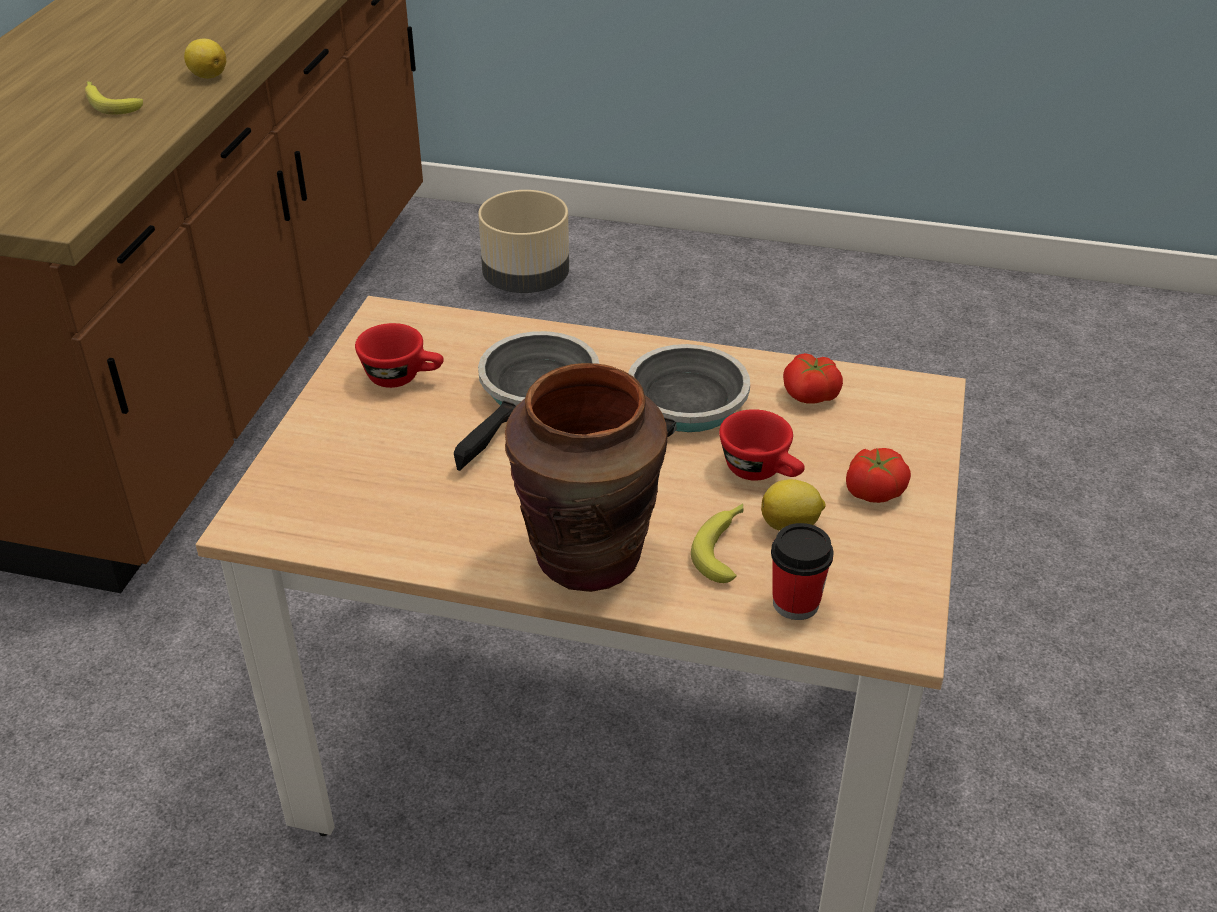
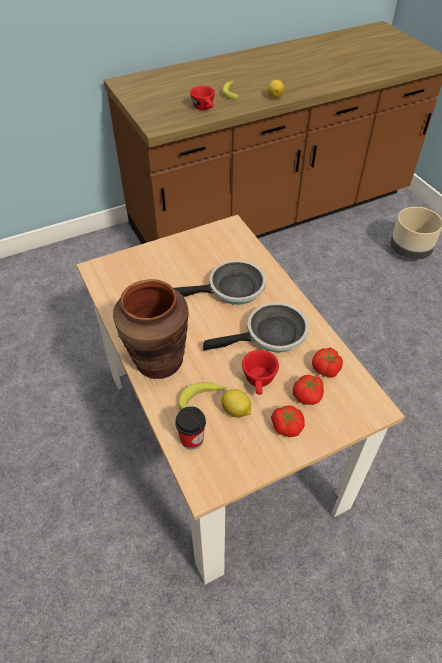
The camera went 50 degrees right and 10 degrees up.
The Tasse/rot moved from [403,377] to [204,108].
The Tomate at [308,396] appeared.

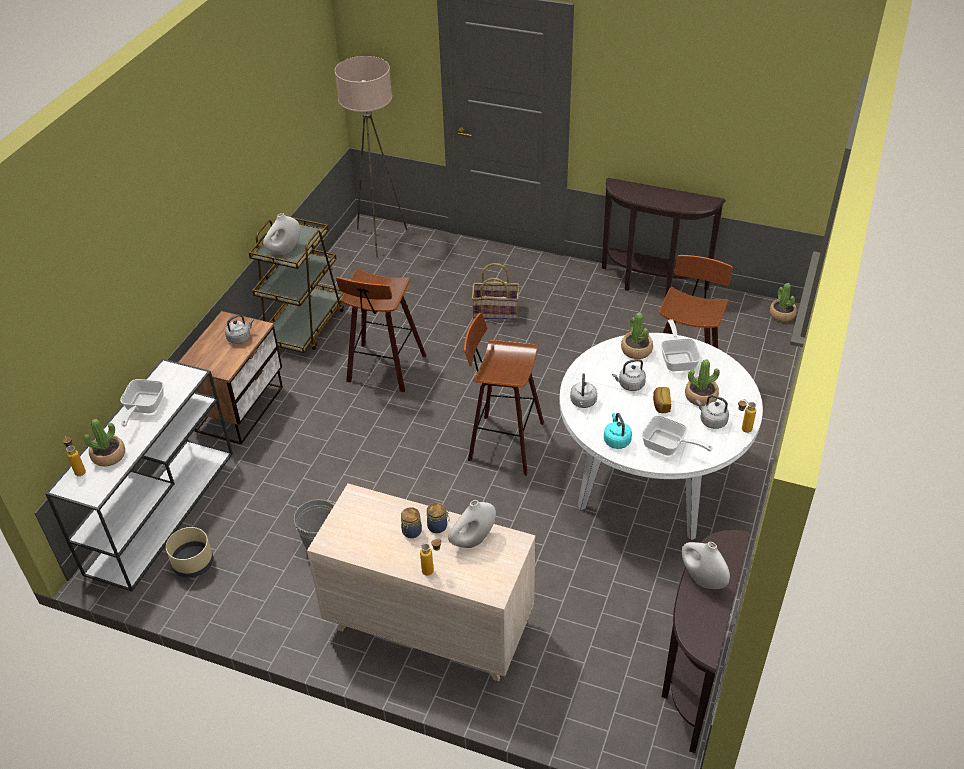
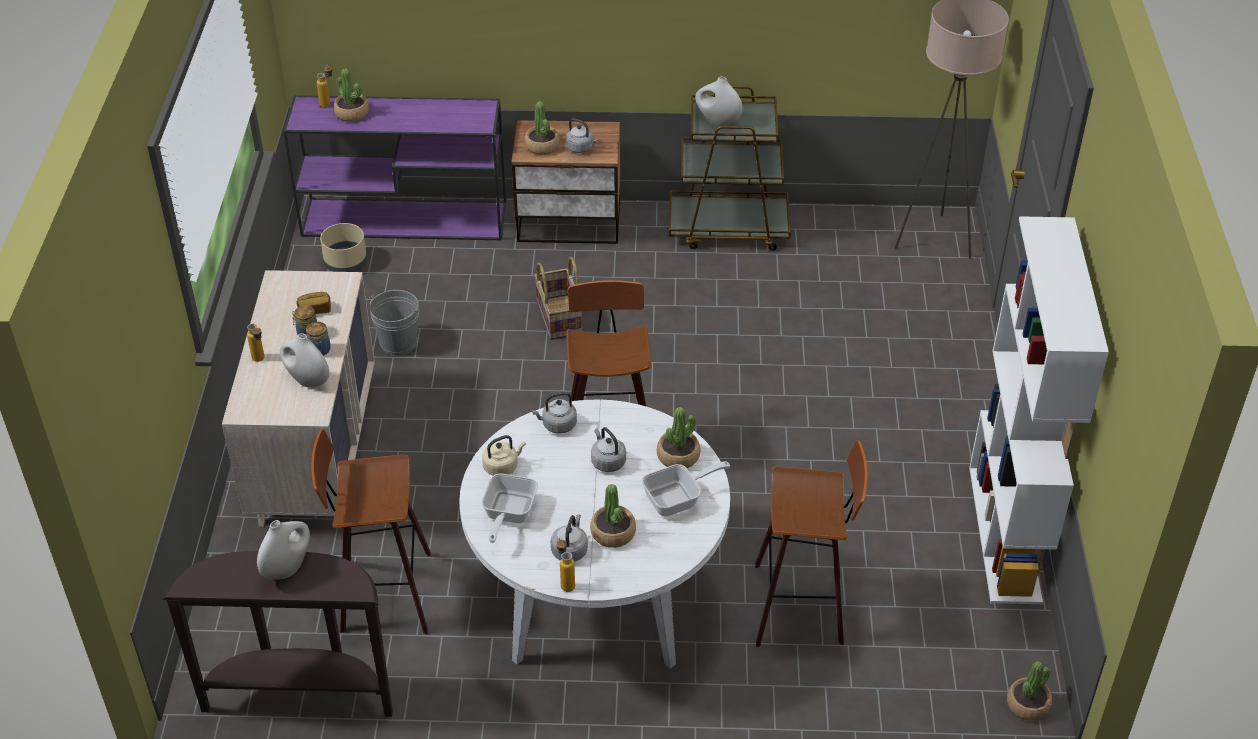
The camera went 70 degrees right and 0 degrees up.
The Konsolentisch/weiß at [162,509] became the Konsolentisch/lila at [406,219].
The Brot moved from [661,405] to [315,310].
The Hocker moved from [384,370] to [382,594].
The Wasserkessel/türkis at [616,440] became the Wasserkessel/beige at [502,466].
The Topfpflanze at [542,146] appeared.
The Korb moved from [496,311] to [560,318].
The Konsolentisch/braun at [651,285] was replaced by the Bücherregal/weiß at [1005,534].
The Pfanne at [143,408] disappeared.

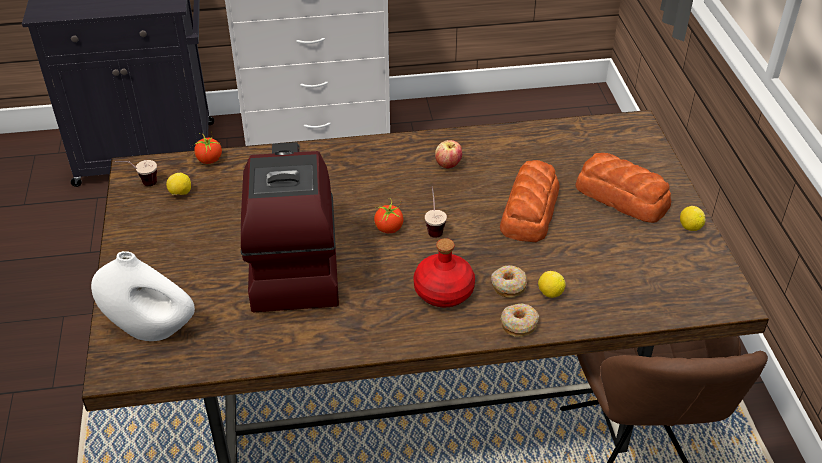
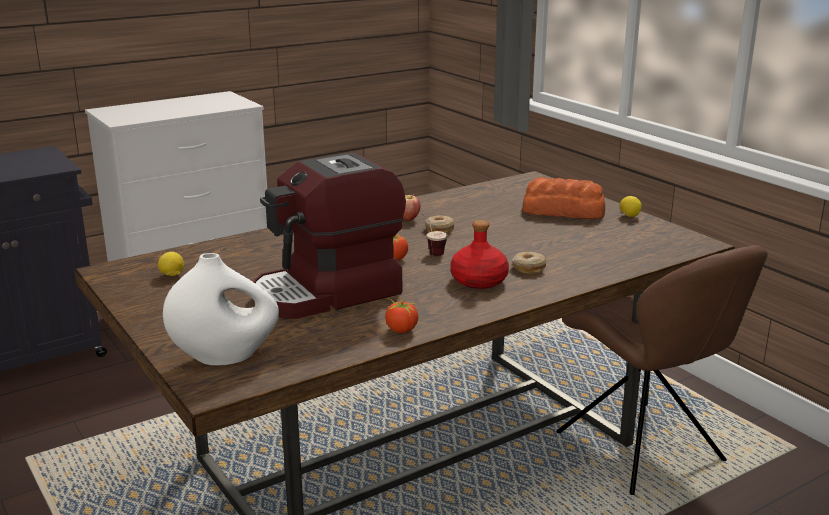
The camera went 25 degrees left and 20 degrees down.
The Kaffeemaschine at [292,264] turned 90 degrees counterclockwise.
The Tomate moved from [209,160] to [401,330].
The Donut moved from [518,324] to [439,229].
The Tasse at [141,184] disappeared.
The Brot at [529,211] disappeared.
The Zitrone at [550,293] disappeared.

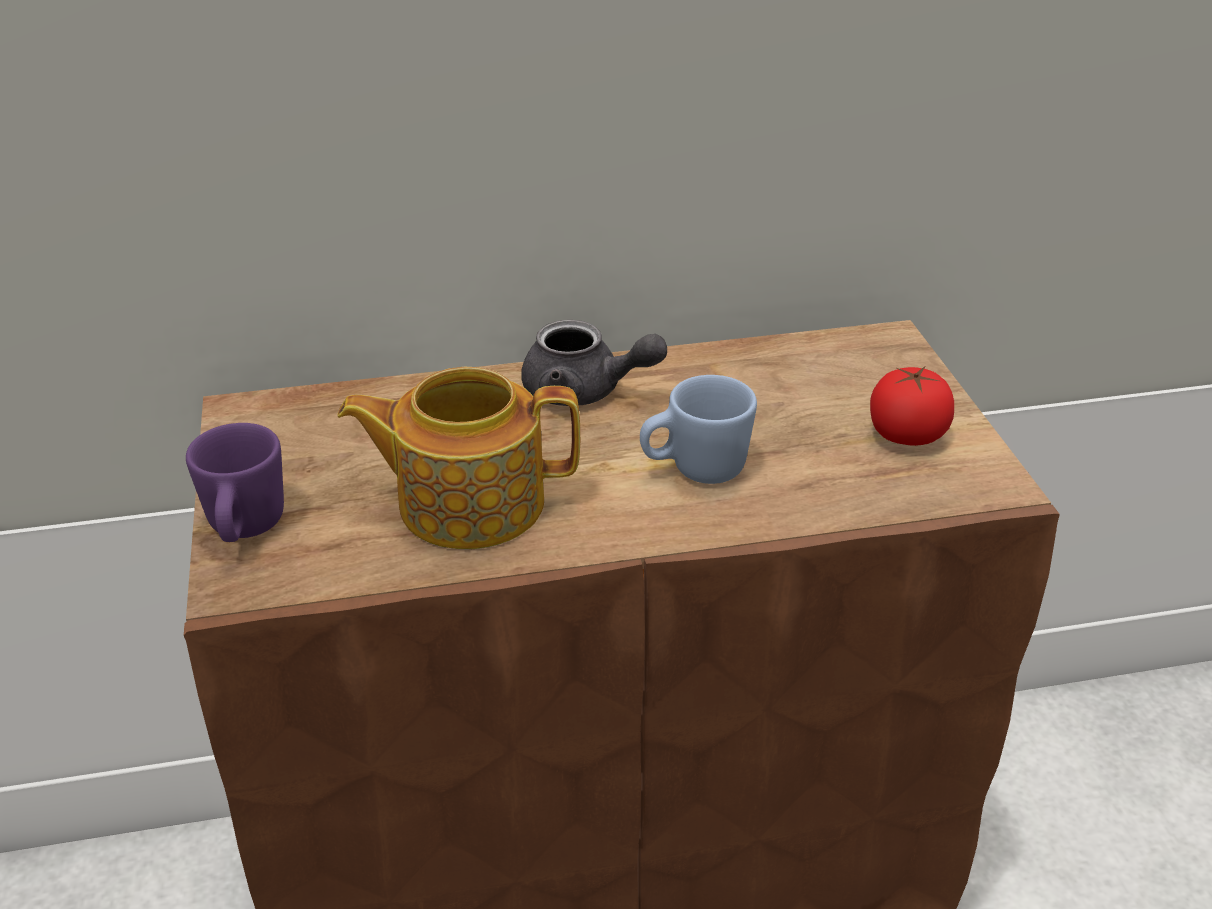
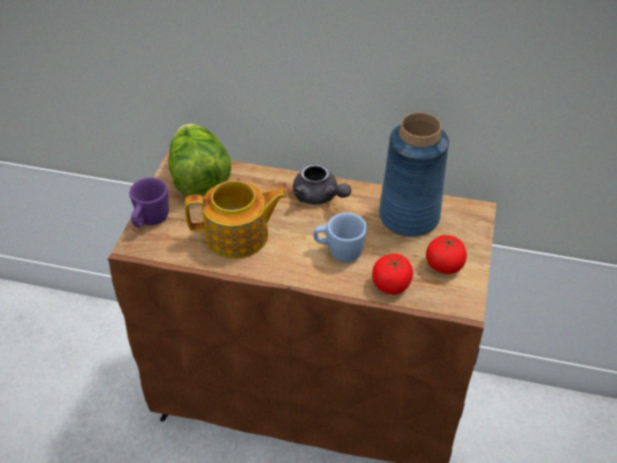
The camera went 25 degrees right and 10 degrees up.
The Salatkopf at [199,179] appeared.
The Teekanne at [468,502] turned 150 degrees clockwise.
The Tomate at [391,285] appeared.
The Vase/blau at [409,217] appeared.

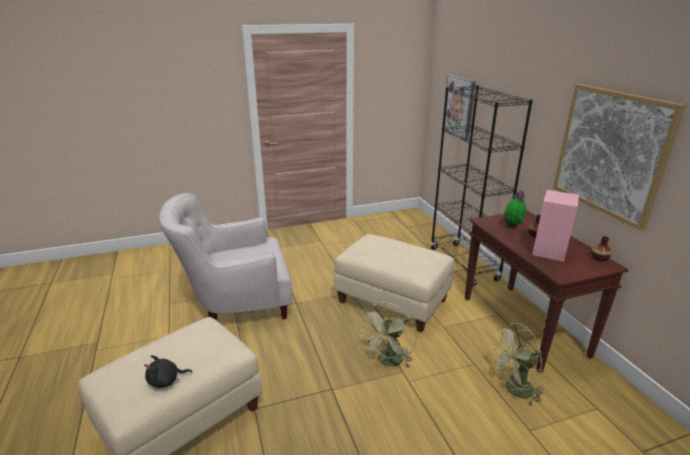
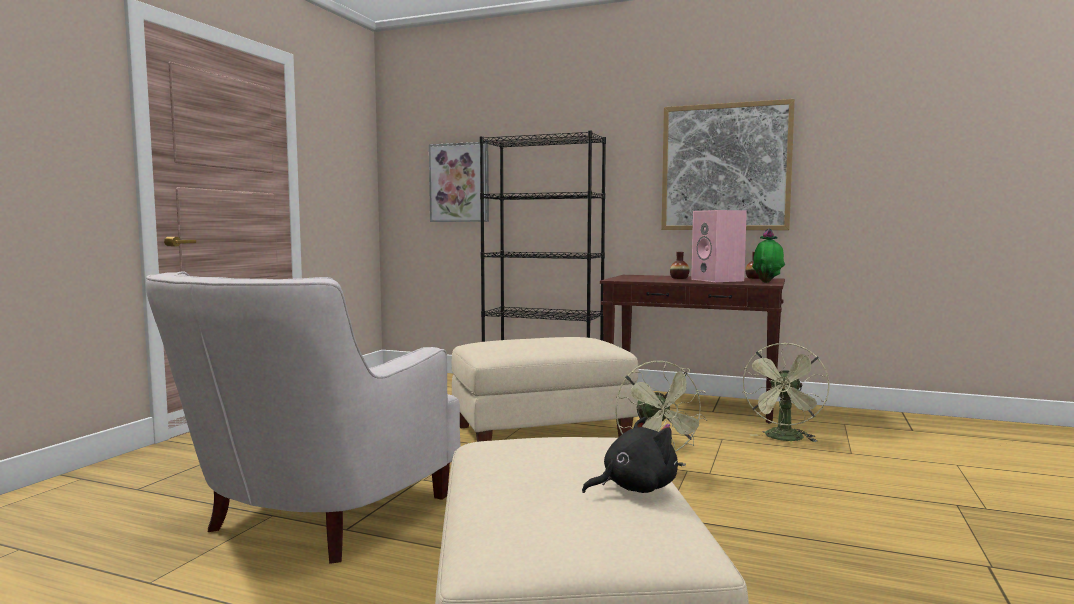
The camera went 50 degrees left and 20 degrees down.
The Plüschtier/schwarz at [166,381] turned 135 degrees counterclockwise.
The Topfpflanze moved from [512,227] to [767,282].

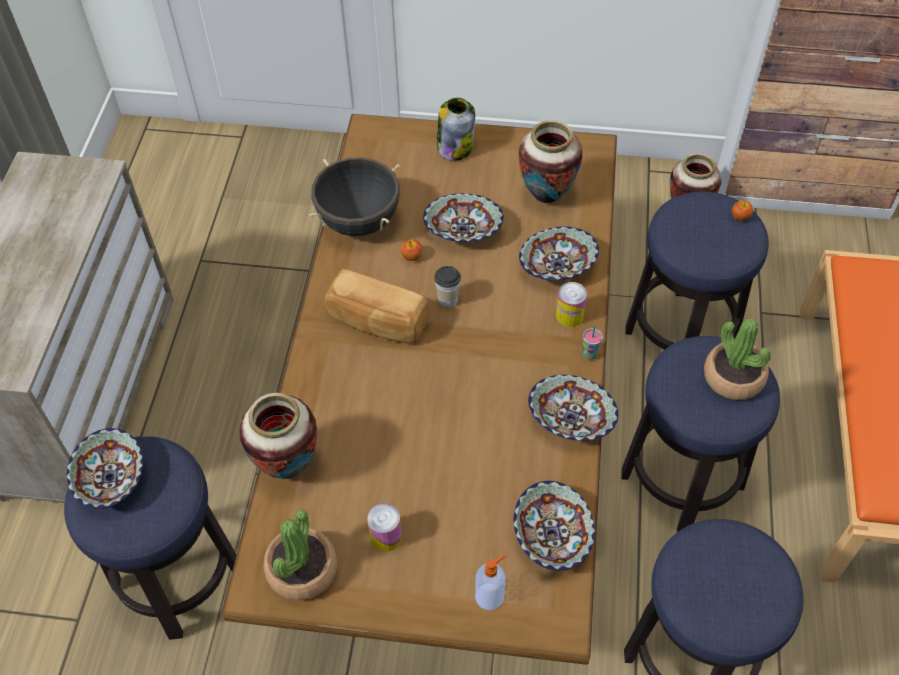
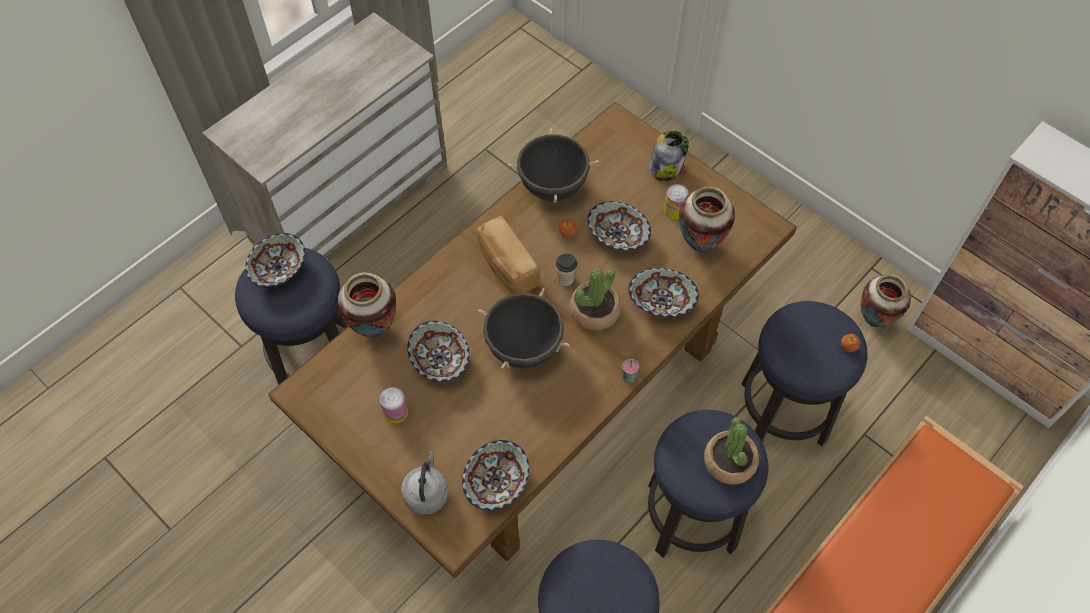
The camera went 35 degrees right and 5 degrees up.
The Seifenspender at [490,596] was replaced by the Wasserkessel/grau at [426,493].
The Schüssel moved from [570,421] to [439,360].
The Kochtopf/schwarz at [524,348] appeared.
The Topfpflanze moved from [302,569] to [594,311].
The Dose moved from [569,315] to [674,210].

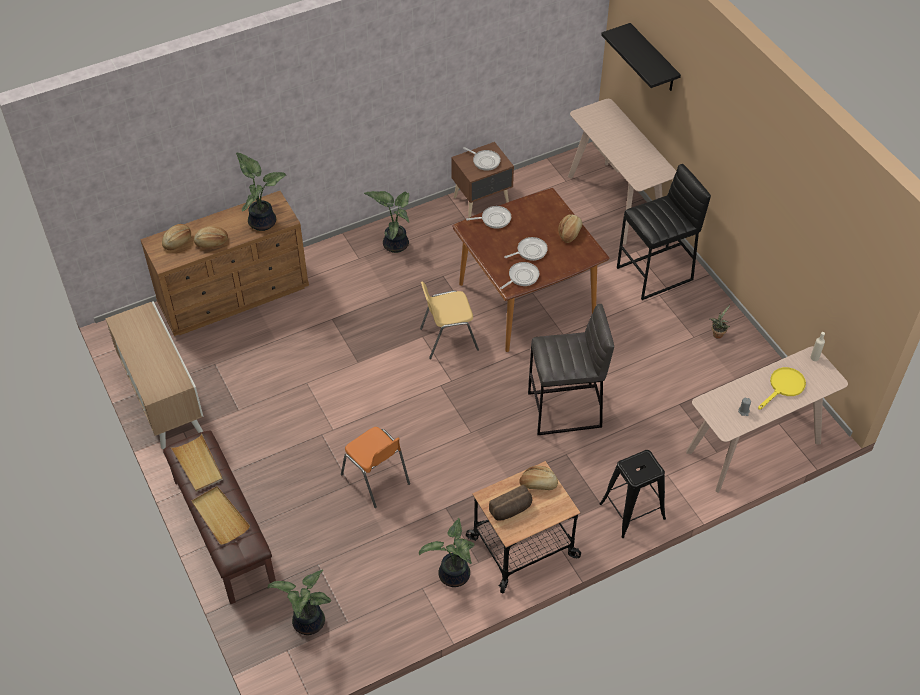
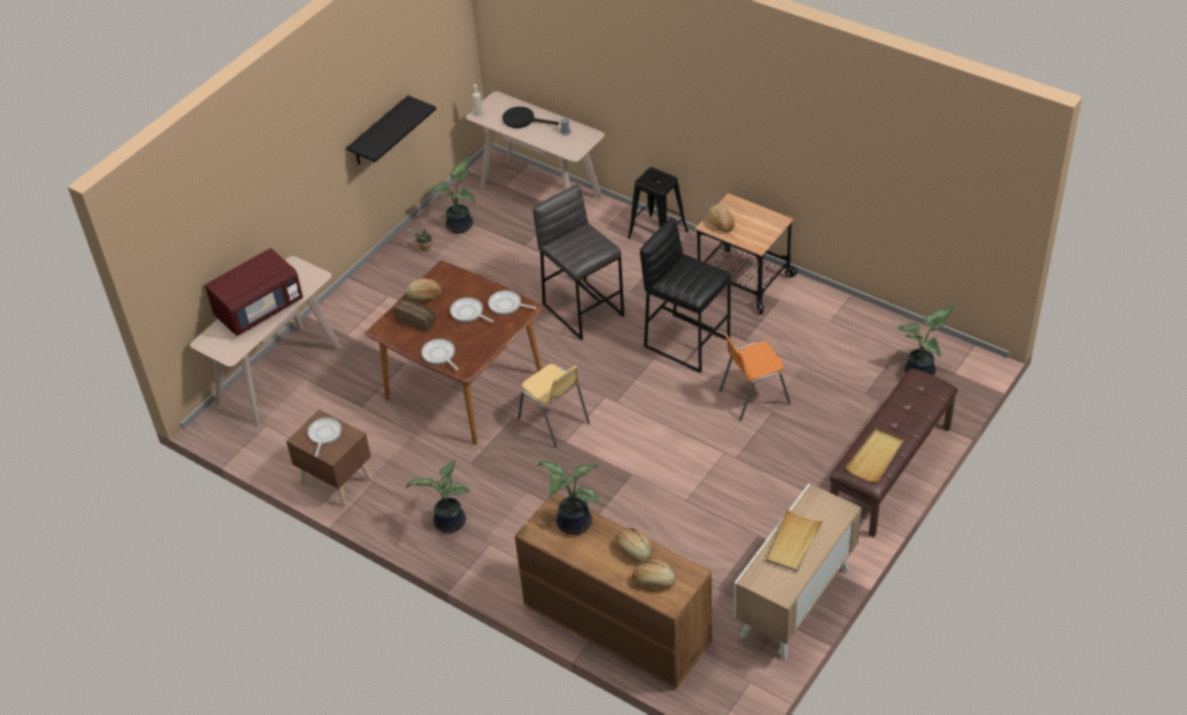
The camera went 115 degrees left and 5 degrees down.
The Mikrowelle/rot at [259,309] appeared.
The Wandregal/schwarz moved from [653,59] to [379,132].
The Brot moved from [511,510] to [417,319].
The Topfpflanze moved from [453,576] to [461,225].
The Pfanne/gelb at [784,387] became the Pfanne/schwarz at [523,120].
The Hocker/schwarz moved from [655,274] to [686,342].
The Stuhl/orange at [376,479] turned 135 degrees counterclockwise.
The Tablett/beige moved from [220,516] to [793,542].

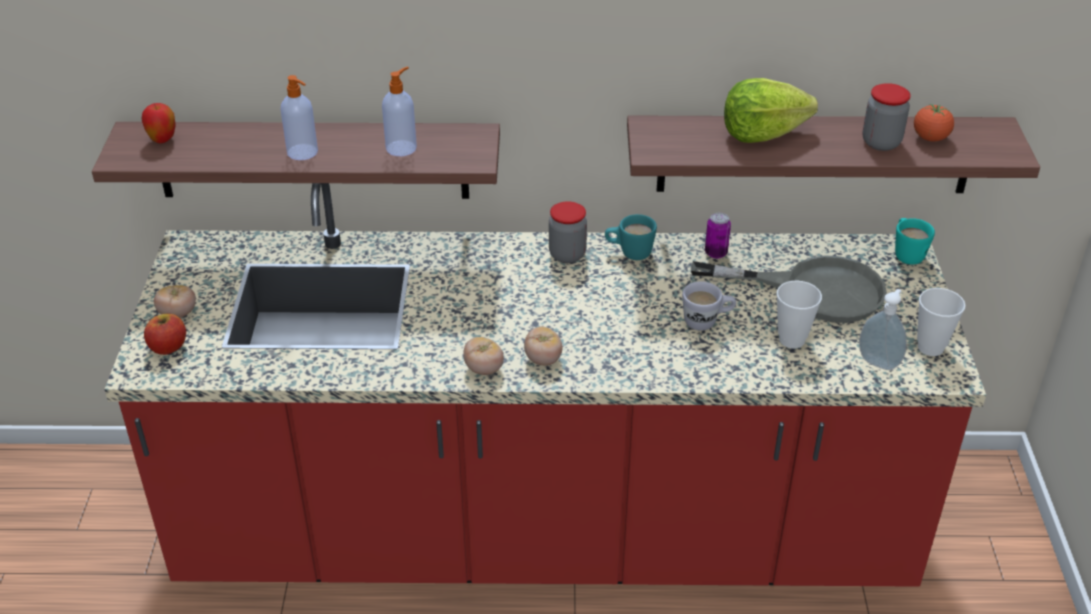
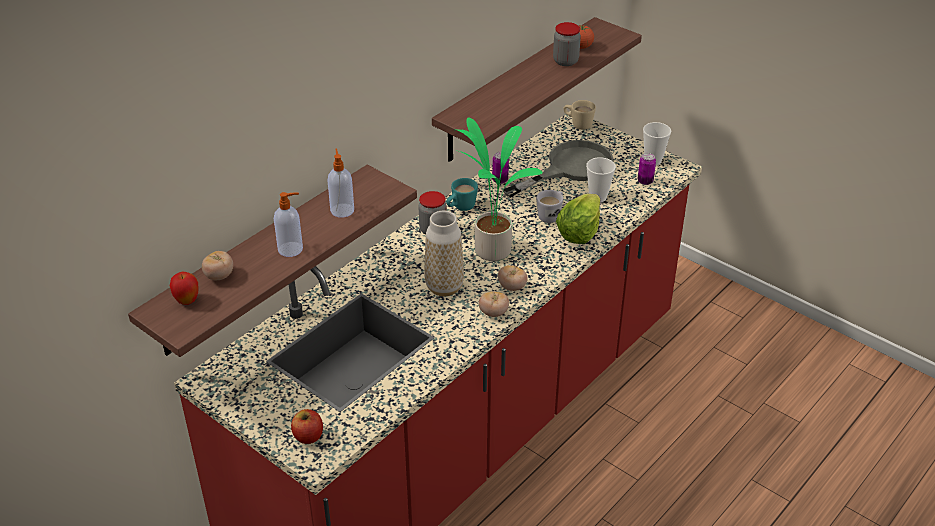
The camera went 50 degrees left and 0 degrees up.
The Tomate moved from [178,314] to [219,276].
The Vase at [444,287] appeared.
The Topfpflanze at [492,249] appeared.
The Salatkopf moved from [762,134] to [579,232].
The Henkelbecher/türkis at [906,253] became the Henkelbecher/beige at [578,124].
The Seifenspender at [879,361] was replaced by the Dose at [645,181].

